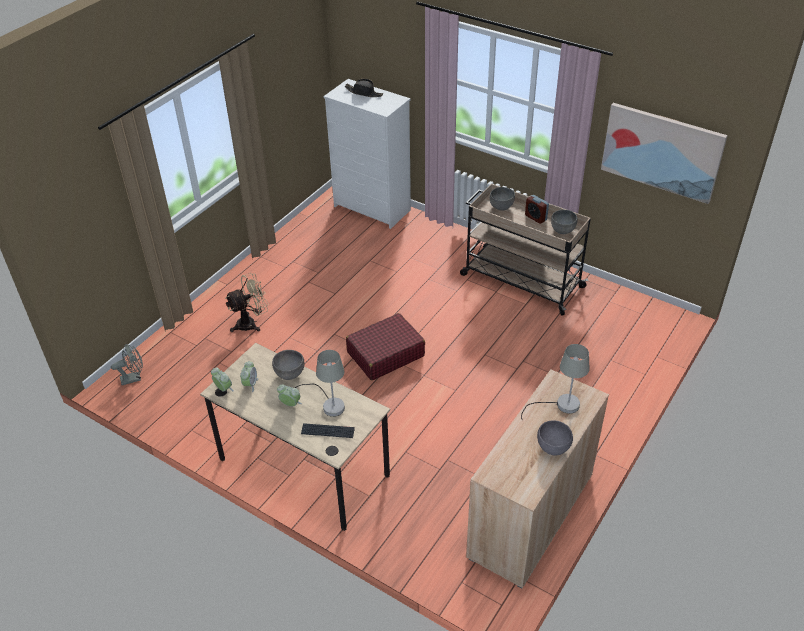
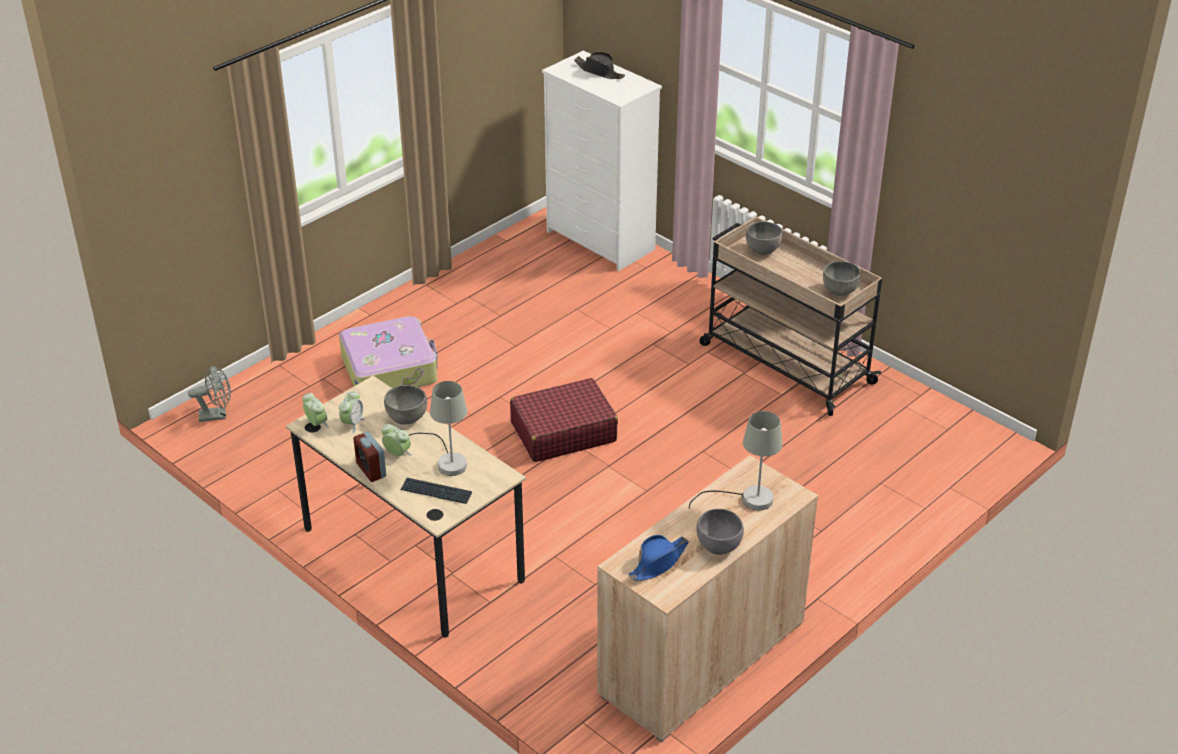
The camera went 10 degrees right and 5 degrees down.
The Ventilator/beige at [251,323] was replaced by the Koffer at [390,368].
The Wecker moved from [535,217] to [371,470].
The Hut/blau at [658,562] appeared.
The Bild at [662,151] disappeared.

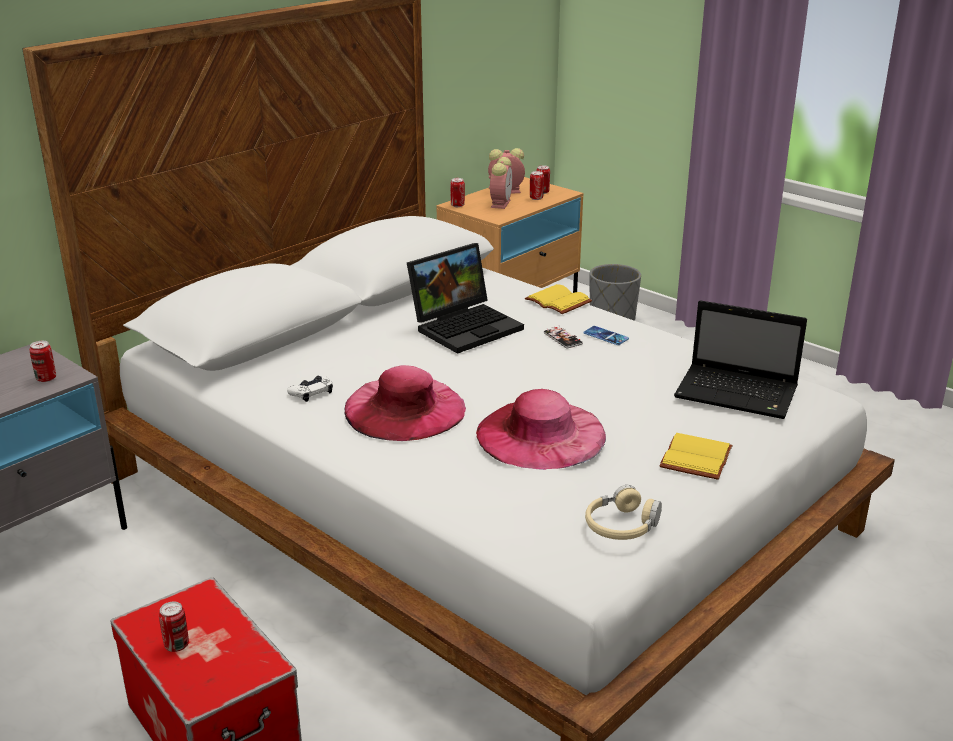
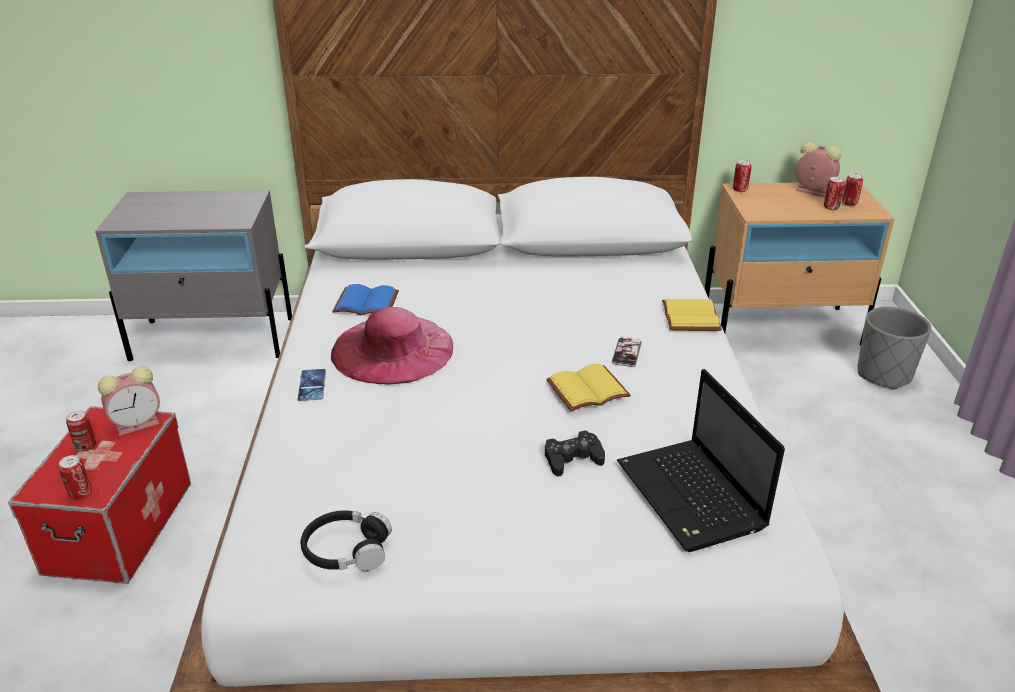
The camera went 45 degrees right and 5 degrees up.
The Dose moved from [46,378] to [80,493].
The Wecker moved from [500,203] to [139,423].
The Handy moved from [606,336] to [312,385].
The Kopfhörer/beige at [621,526] became the Kopfhörer/schwarz at [346,550].
The Gamepad/weiß at [311,392] was replaced by the Buch/blau at [365,304].
The Gamepad/schwarz at [572,459] appeared.
The Buch/gelb moved from [698,459] to [587,391].
The Laptop at [466,326] disappeared.
The Hut/rosa at [541,434] disappeared.

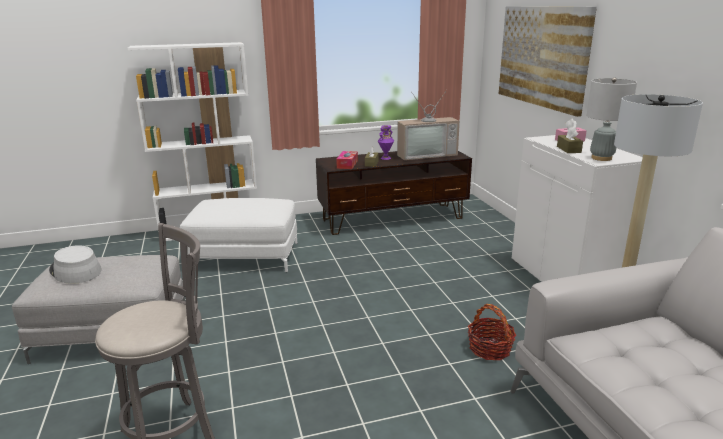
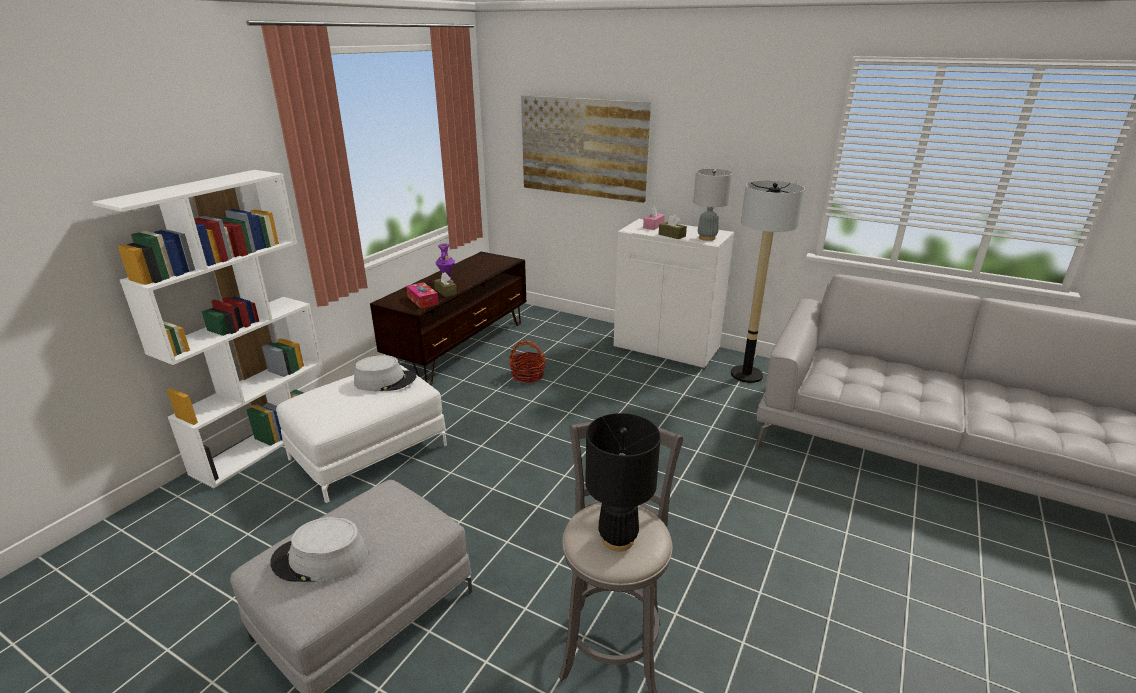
The camera went 45 degrees left and 5 degrees up.
The Hut/grau at [385,380] appeared.
The Korb moved from [490,349] to [528,375].
The Tischlampe/schwarz at [618,539] appeared.
The Fernseher at [426,154] disappeared.

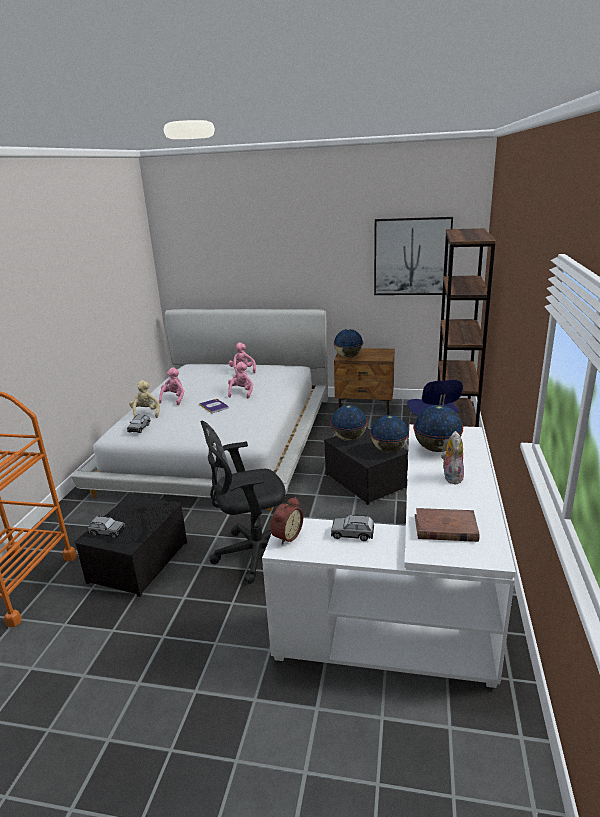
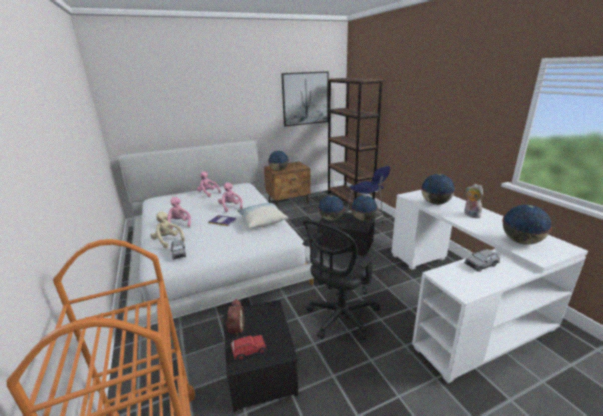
The camera went 35 degrees left and 0 degrees up.
The Wecker moved from [286,536] to [235,329].
The Spielzeugauto/grau at [107,532] became the Spielzeugauto/rot at [248,351].
The Kissen at [262,221] appeared.
The Buch/braun at [445,528] was replaced by the Globus at [521,241].

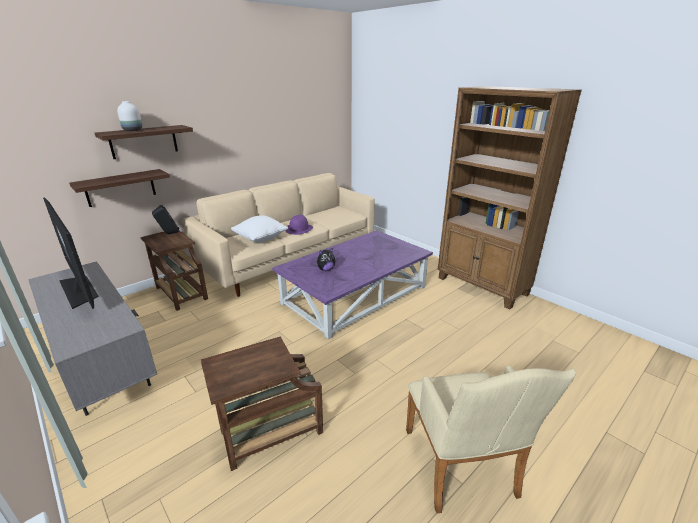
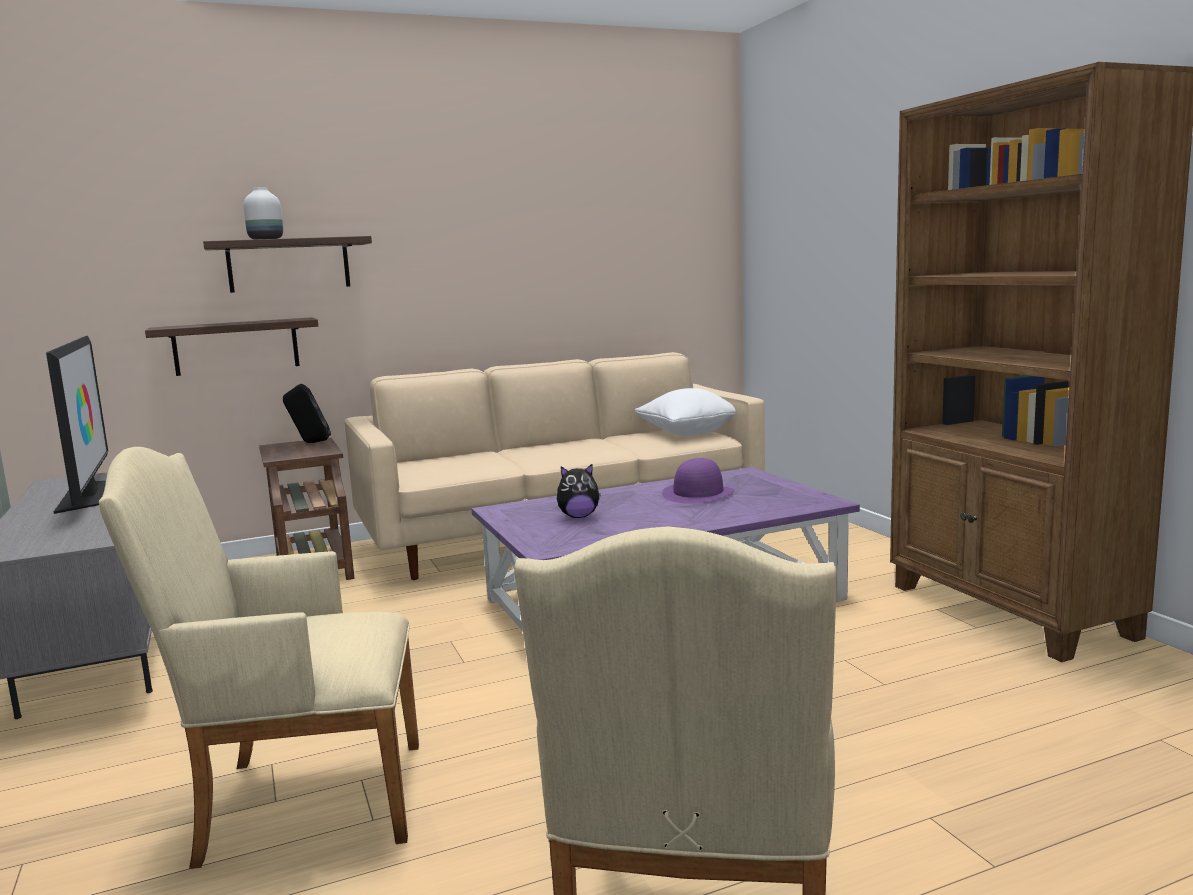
The camera went 20 degrees right and 15 degrees down.
The Beistelltisch/braun at [268,433] was replaced by the Sessel/beige at [298,801].
The Kissen/weiß moved from [260,239] to [688,433].
The Hut/lila moved from [299,229] to [698,494].

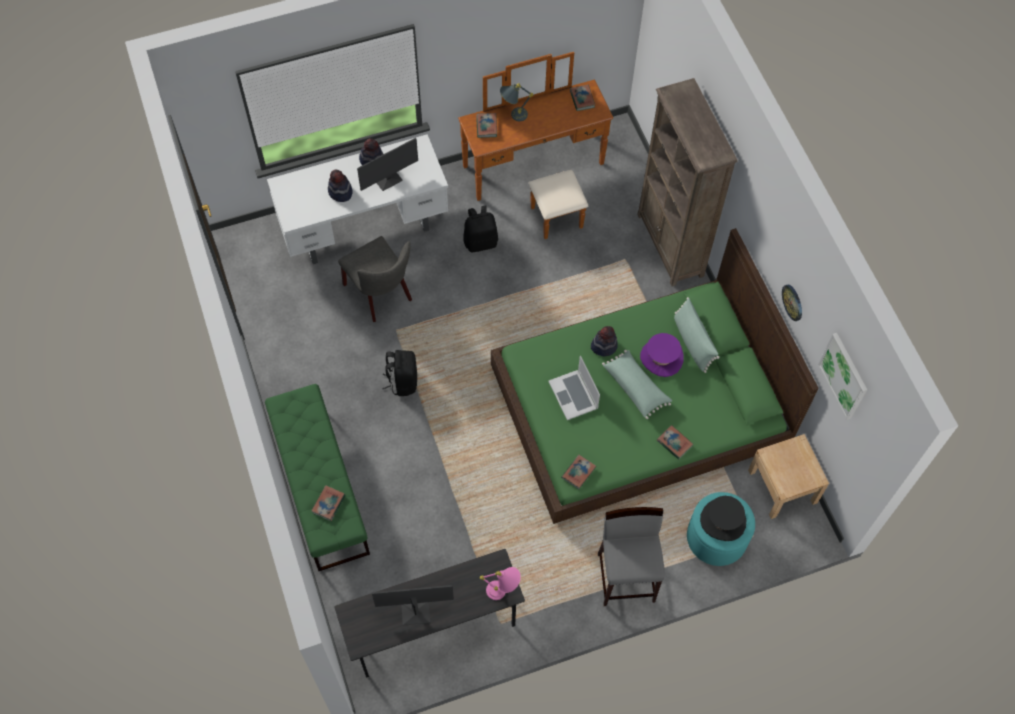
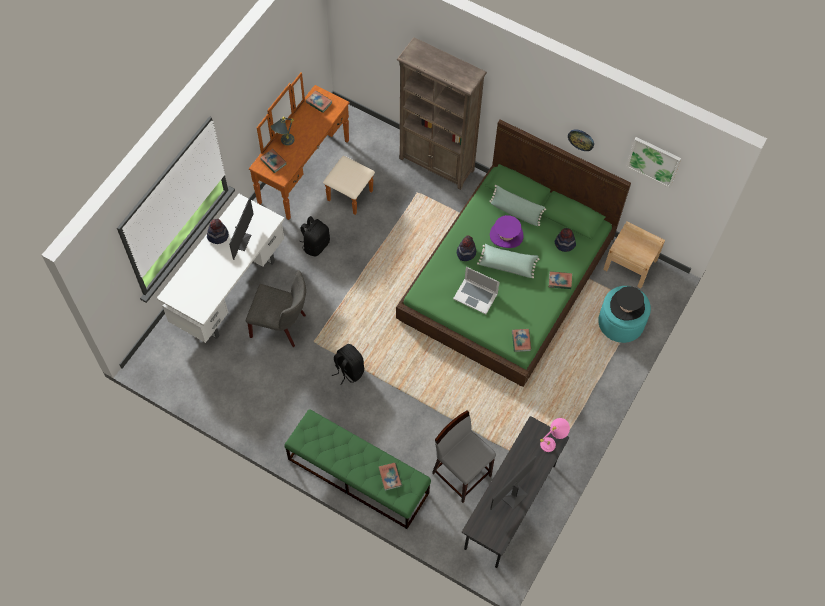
The camera went 40 degrees left and 0 degrees up.
The Hocker/grau moved from [626,577] to [461,473].
The Hut moved from [340,192] to [564,244].

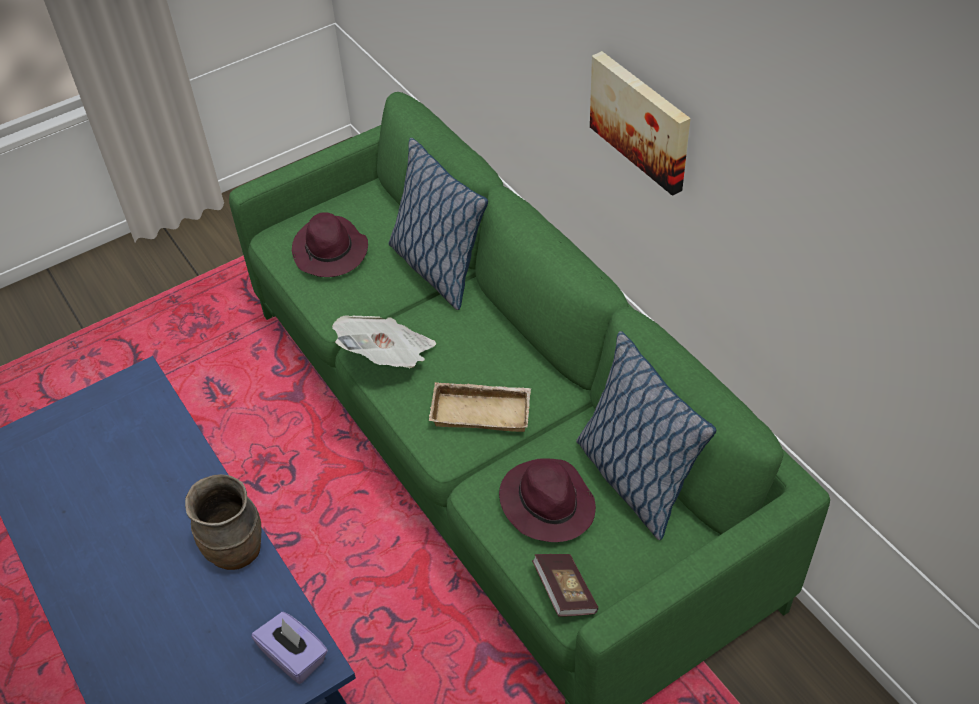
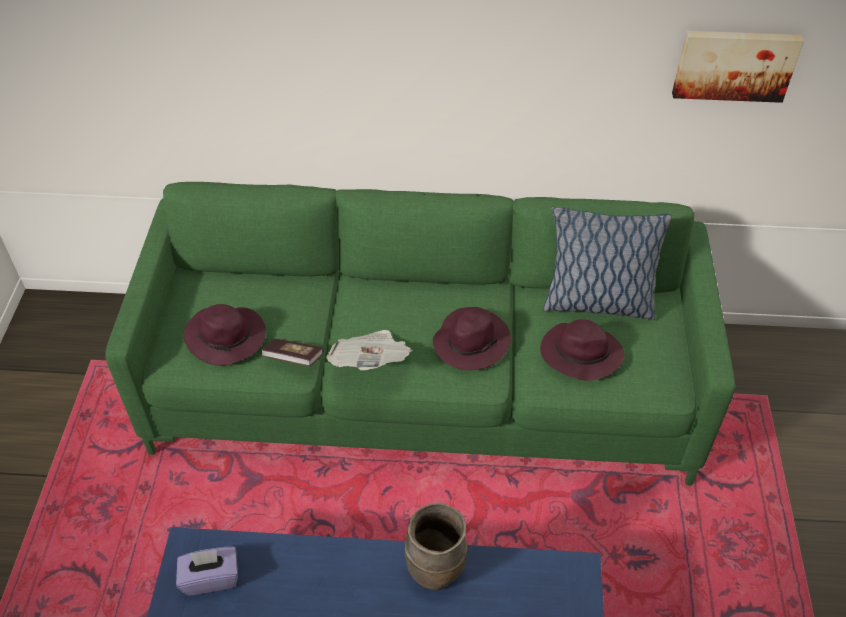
The camera went 55 degrees left and 0 degrees up.
The Taschentuchbox/lila moved from [294,656] to [211,578].
The Buch moved from [564,592] to [293,359].
The Tablett/beige at [482,410] was replaced by the Hut/lila at [471,341].
The Bild moved from [642,120] to [734,64].
The Kissen at [437,268] disappeared.

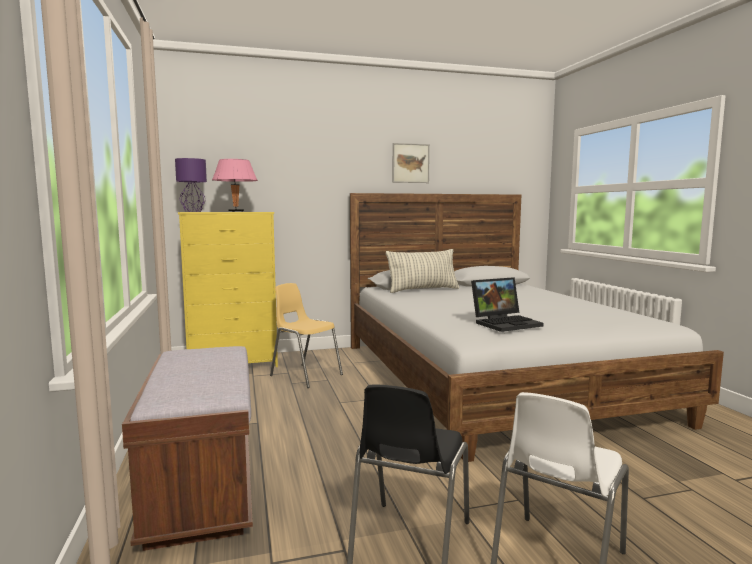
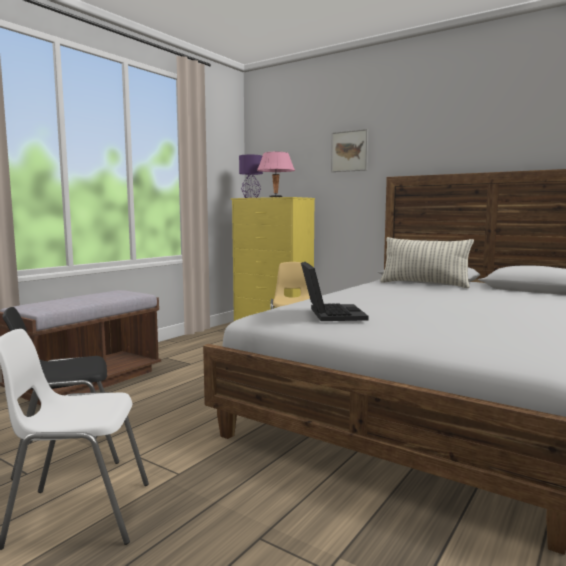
The camera went 50 degrees right and 0 degrees up.
The Laptop at [506,323] turned 120 degrees counterclockwise.
The Bild moved from [410,163] to [349,151].

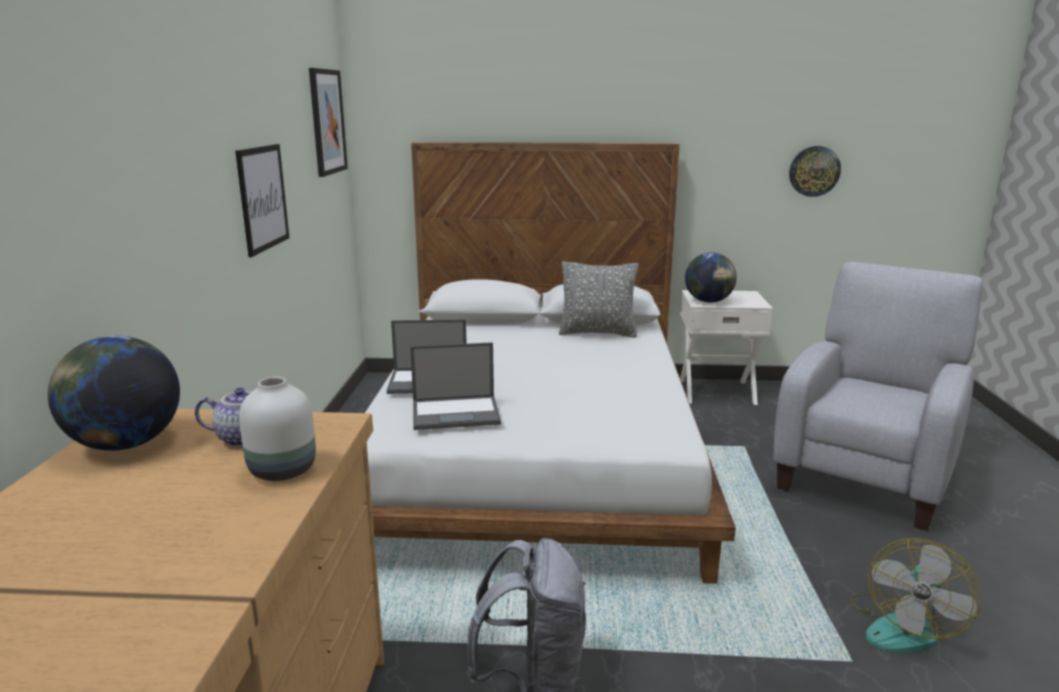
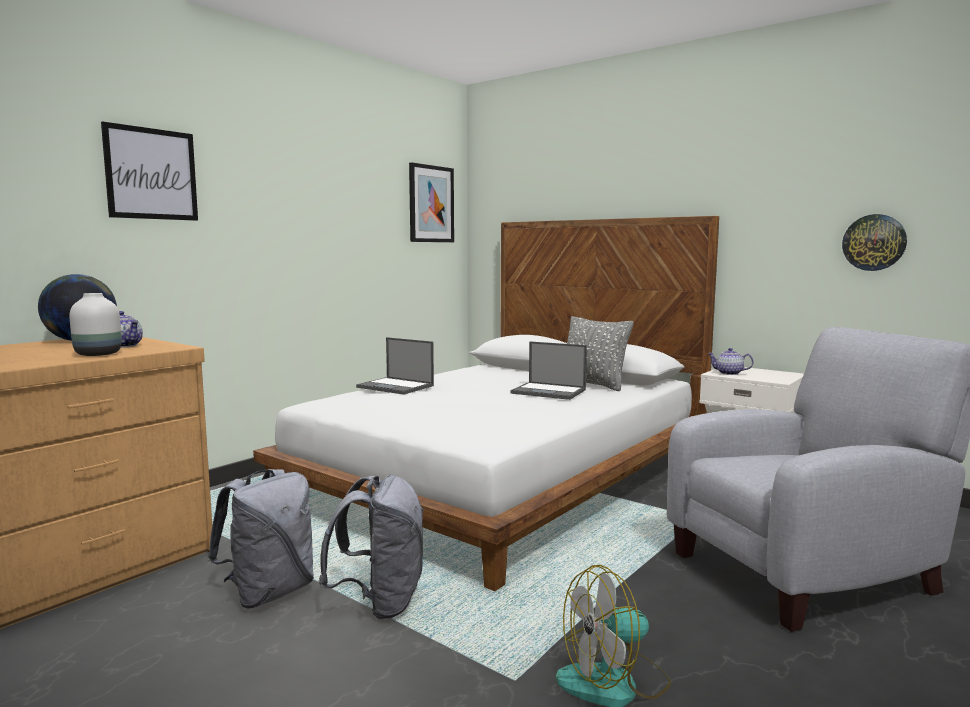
The camera went 35 degrees right and 10 degrees down.
The Bild moved from [263,198] to [151,174].
The Rucksack/grau at [380,602] appeared.
The Laptop moved from [457,413] to [549,391].
The Globus at [708,301] was replaced by the Teekanne at [728,373].

